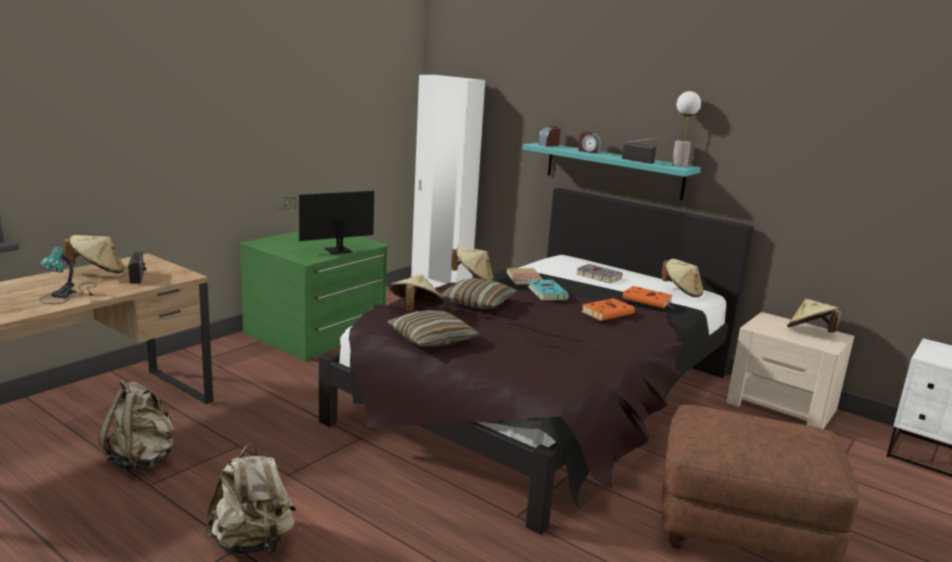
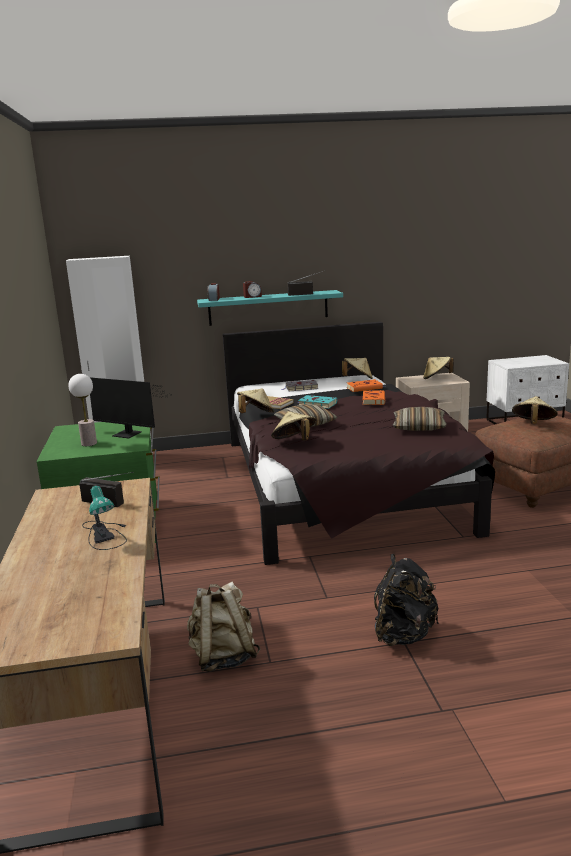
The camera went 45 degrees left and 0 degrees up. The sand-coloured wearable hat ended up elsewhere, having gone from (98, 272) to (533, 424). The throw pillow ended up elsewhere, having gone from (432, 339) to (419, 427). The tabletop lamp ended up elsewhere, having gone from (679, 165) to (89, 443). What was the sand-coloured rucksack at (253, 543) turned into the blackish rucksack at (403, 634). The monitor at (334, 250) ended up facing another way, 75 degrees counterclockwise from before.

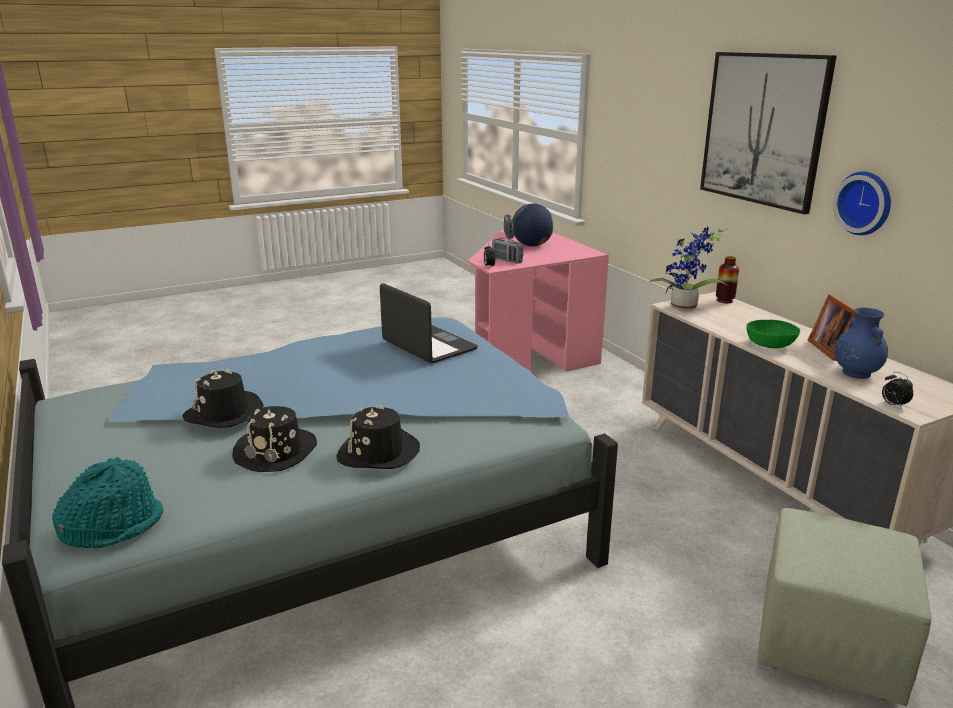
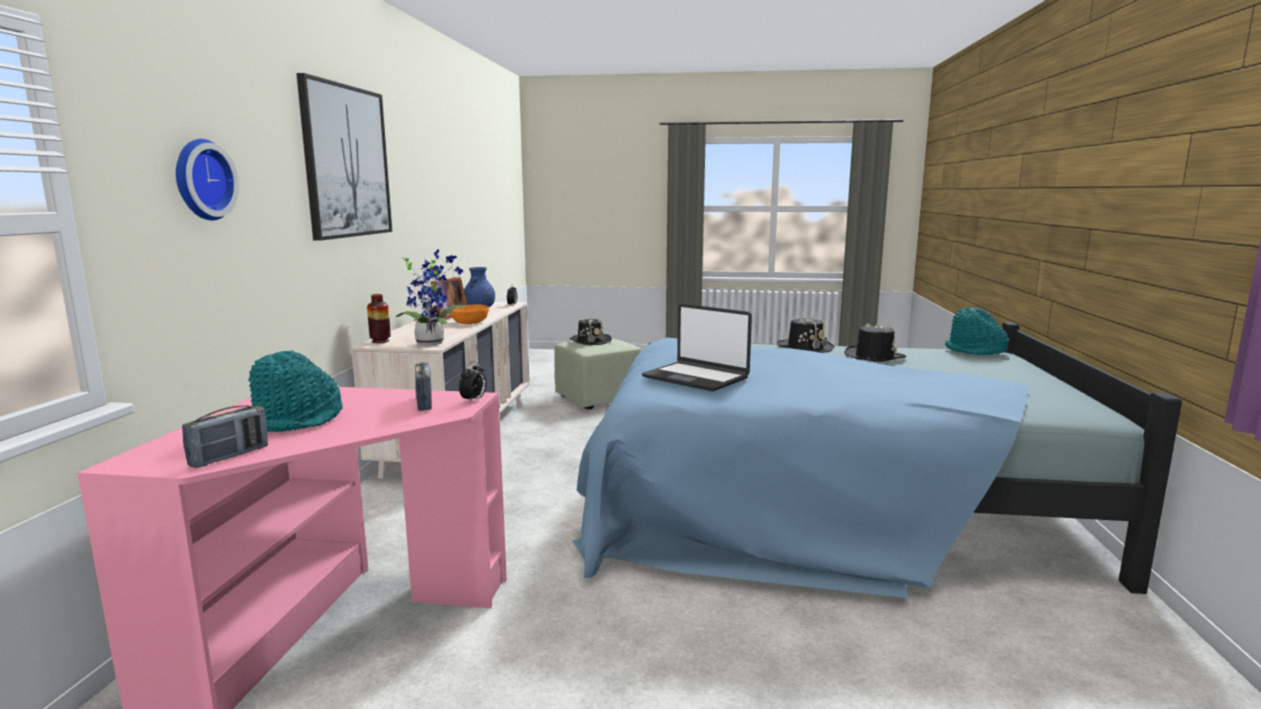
The camera went 145 degrees left and 10 degrees down. The blackish wearable hat ended up elsewhere, having gone from (224, 413) to (590, 341). The wall clock ended up elsewhere, having gone from (865, 203) to (200, 180). Where the globe stood at (532, 245), the turquoise wearable hat came to stand at (298, 420). What was the green deep dish at (770, 345) turned into the orangey deep dish at (469, 322). The portable computer at (428, 346) ended up facing another way, 45 degrees counterclockwise from before.

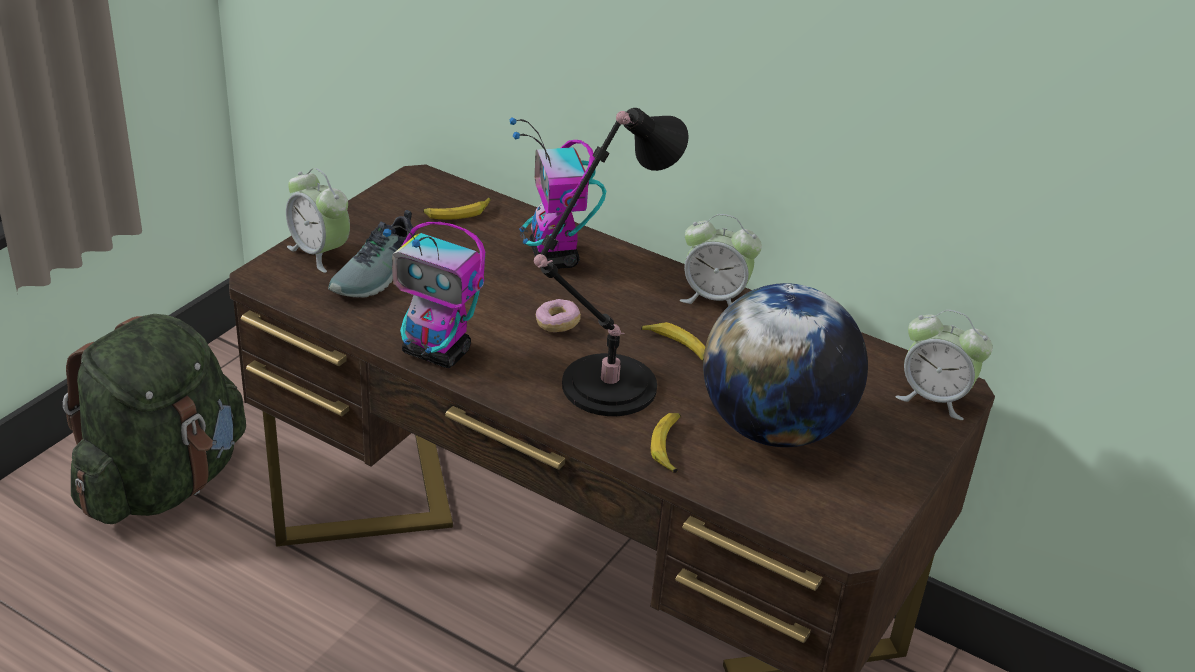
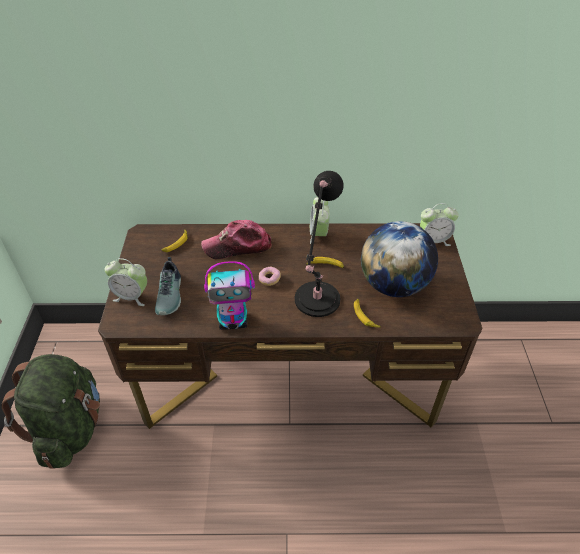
The camera went 30 degrees left and 10 degrees up. Where the robot figure stood at (554, 257), the cap came to stand at (238, 246). The bedside clock at (714, 298) ended up facing another way, 105 degrees clockwise from before.

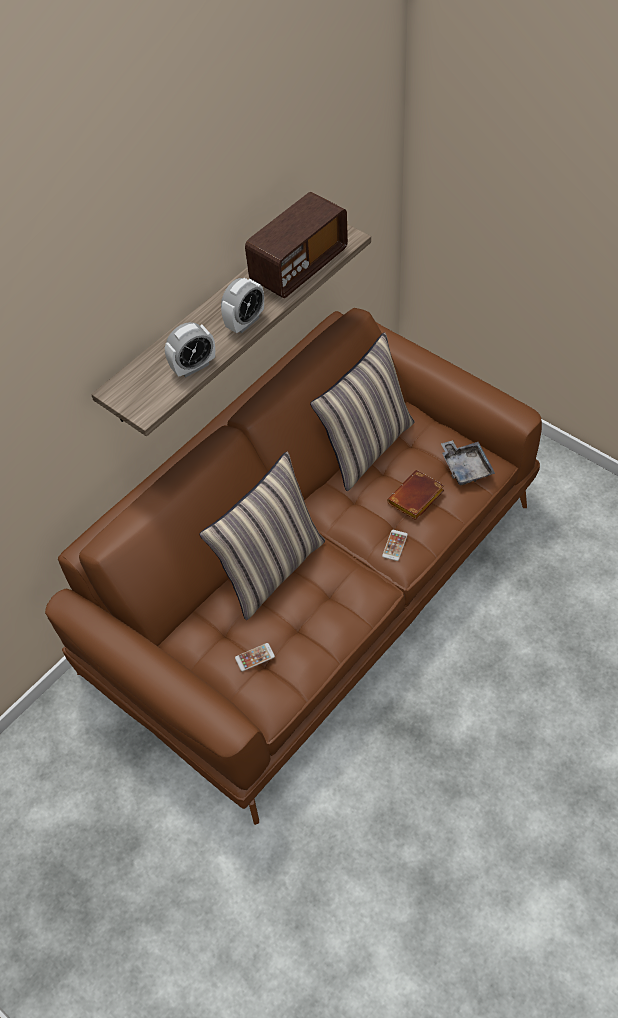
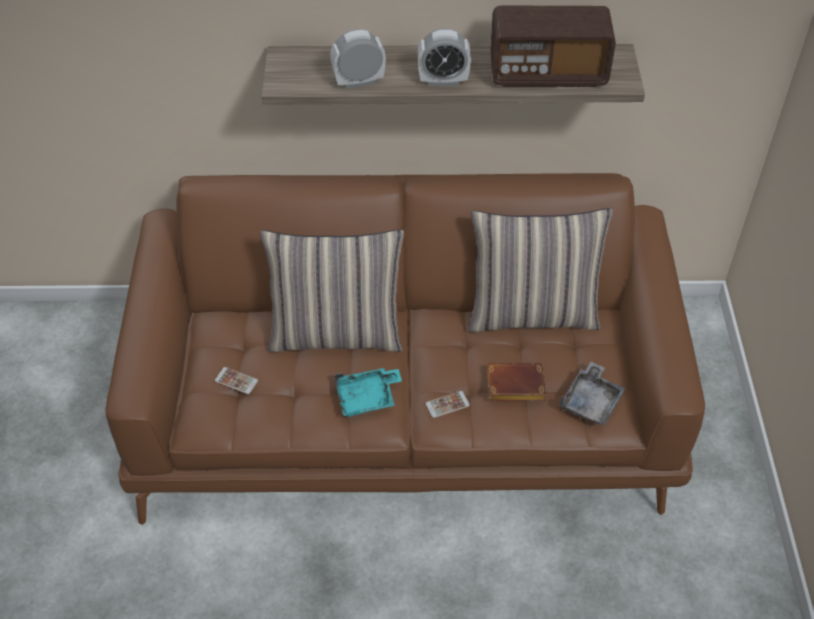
The camera went 45 degrees right and 5 degrees down. The second view gained the turquoise carrying tray at (367, 398). The bedside clock at (193, 367) ended up facing another way, 150 degrees clockwise from before.

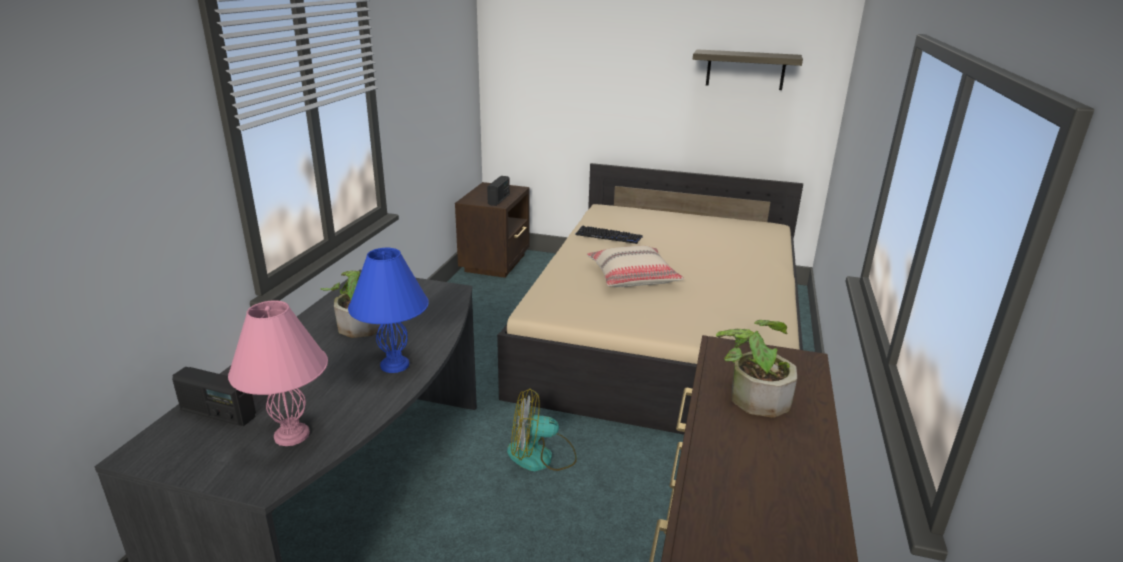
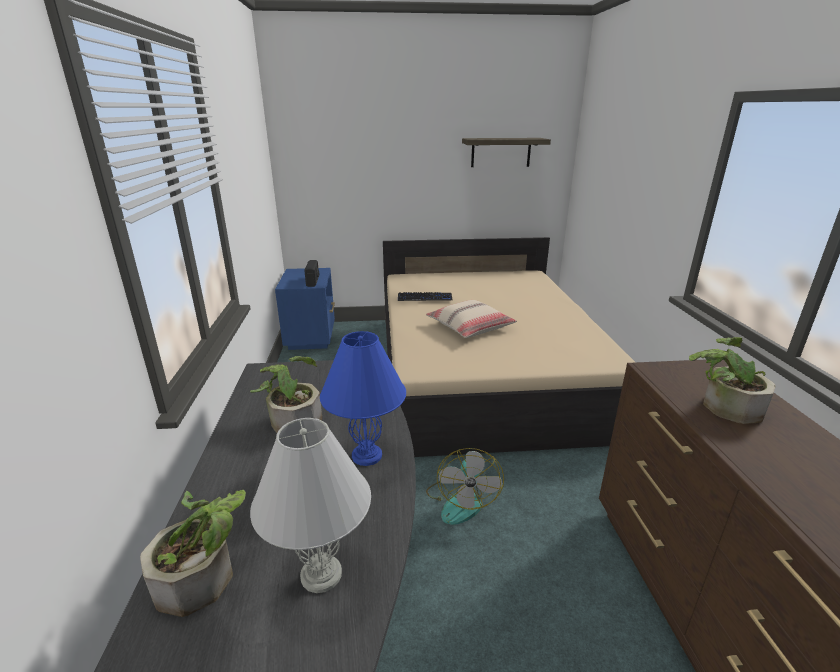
The camera went 20 degrees left and 0 degrees up. Where the radio stood at (218, 413), the plant in a pot came to stand at (205, 574). What was the pink-coloured tabletop lamp at (291, 435) turned into the white-coloured tabletop lamp at (320, 575). What was the brown night table at (496, 263) turned into the bluish night table at (312, 337). The cooling fan at (541, 456) ended up facing another way, 60 degrees counterclockwise from before.

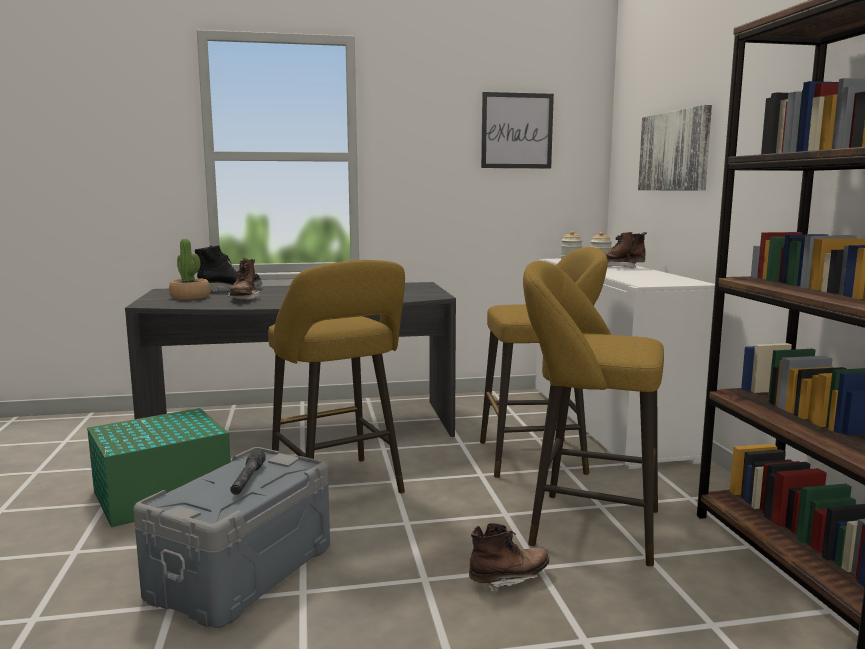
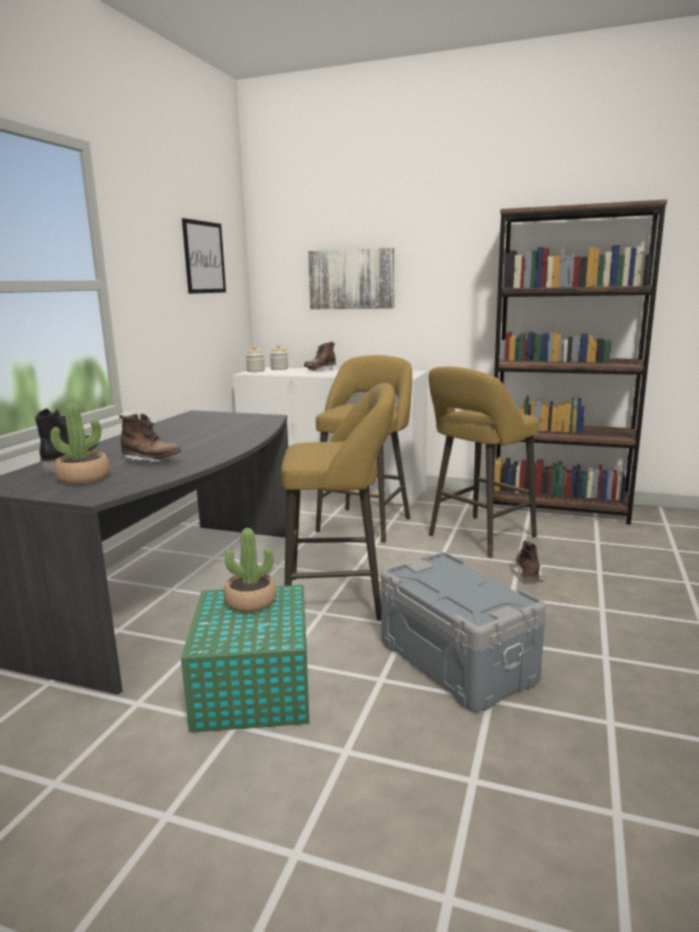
The camera went 60 degrees left and 5 degrees up. The second view lost the greyish flashlight at (247, 480). The second view gained the plant in a pot at (250, 602).

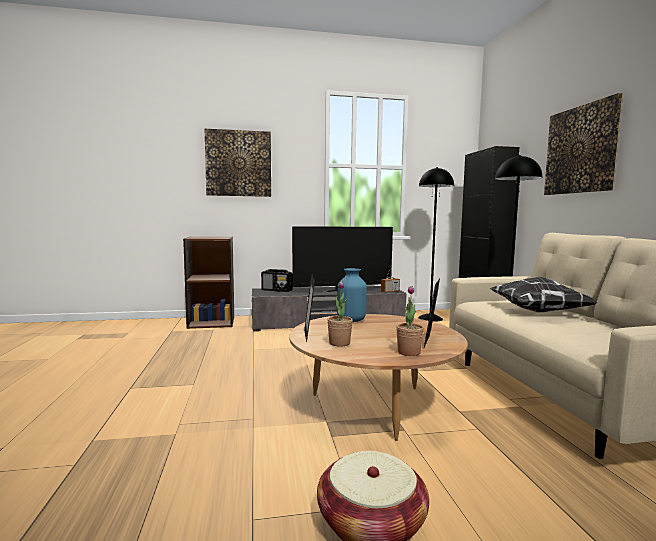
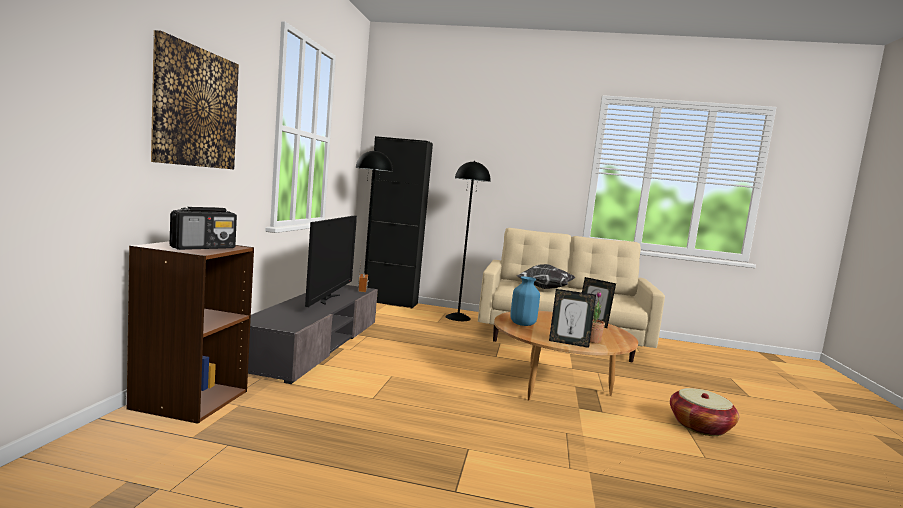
The camera went 70 degrees left and 0 degrees up. The second view lost the plant in a pot at (409, 352). The second view lost the wall art at (581, 150). The radio ended up elsewhere, having gone from (277, 290) to (204, 248).

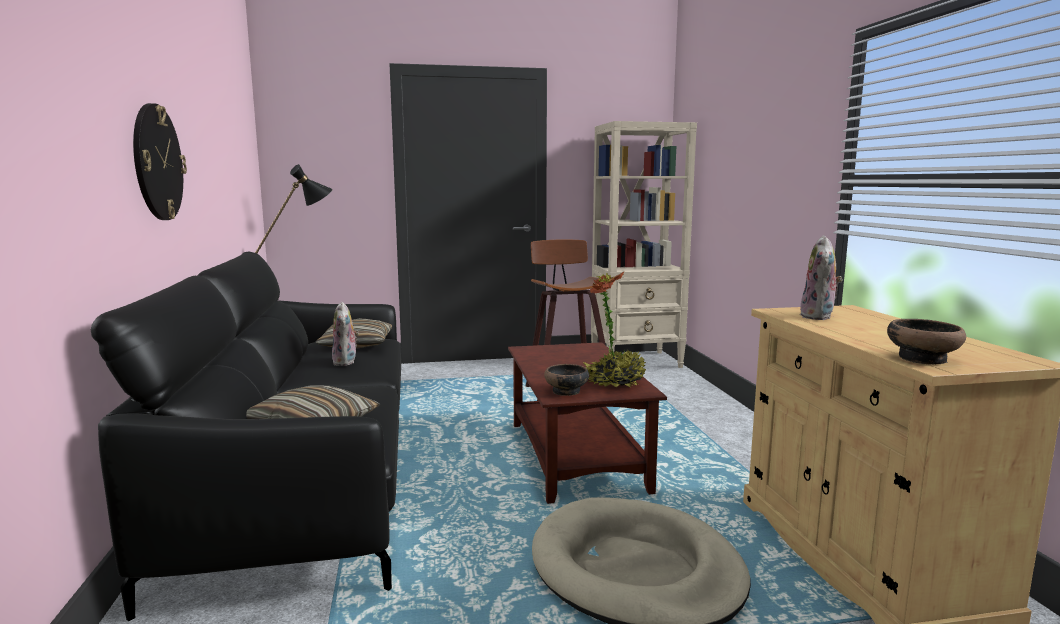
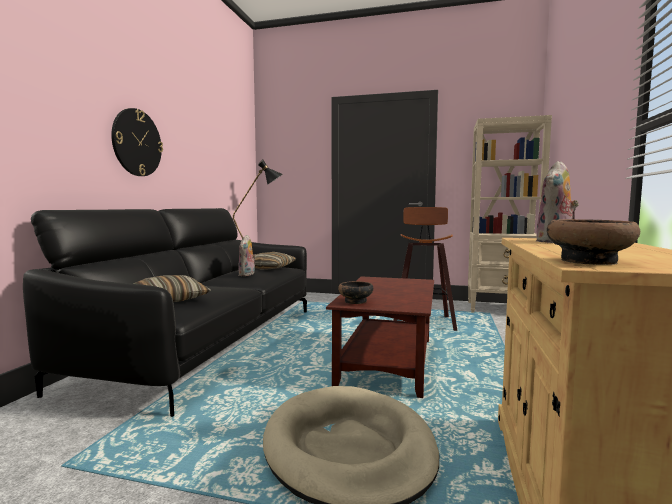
The camera went 25 degrees right and 5 degrees down. The second view lost the plant in a pot at (615, 382).

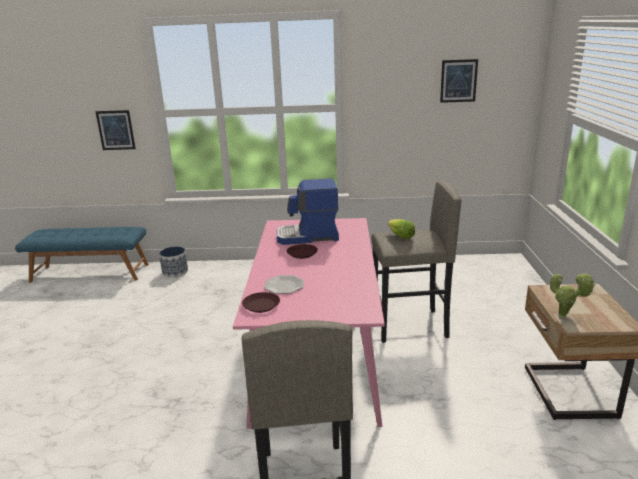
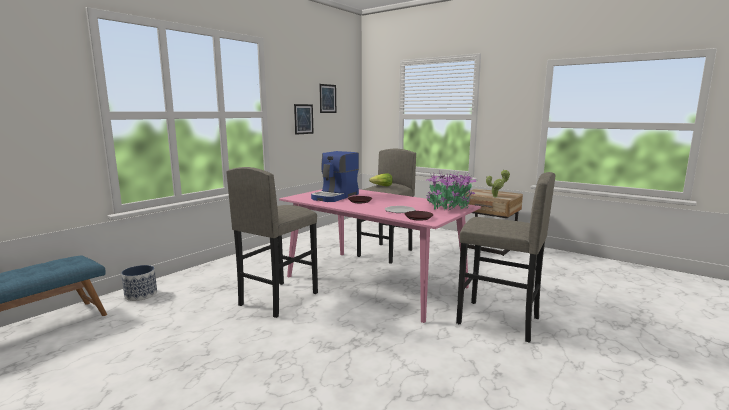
The camera went 55 degrees left and 10 degrees down. The second view gained the greyish stool seat at (278, 299). The second view gained the plant in a pot at (448, 207). The wall art ended up elsewhere, having gone from (116, 130) to (303, 119).

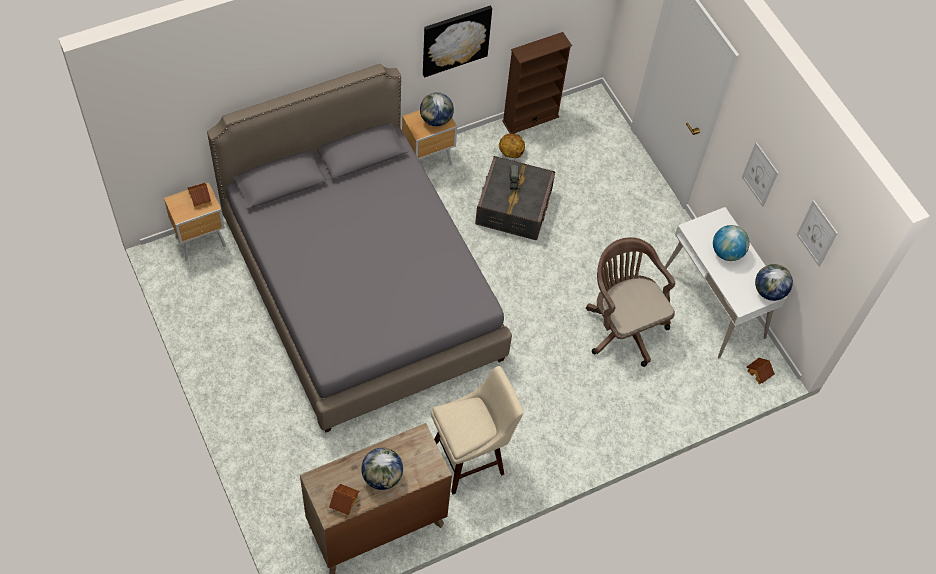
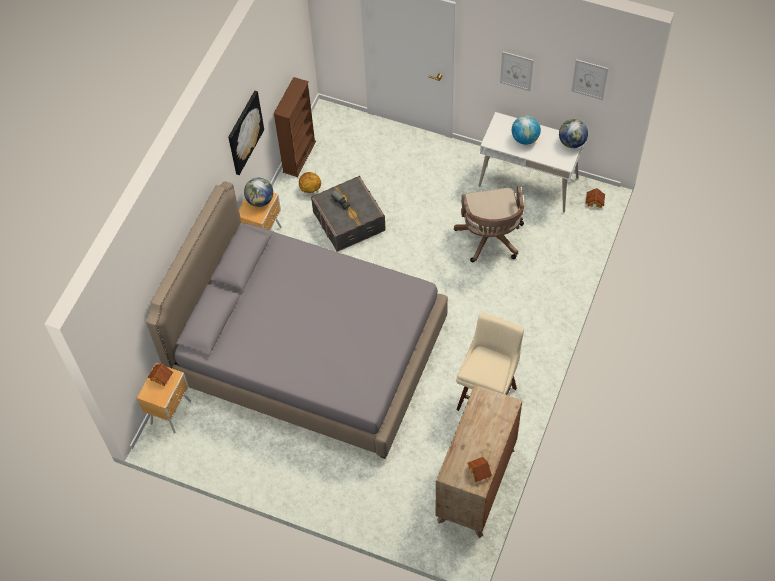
The camera went 35 degrees left and 0 degrees up. The second view lost the globe at (382, 476). The brown desk chair at (622, 325) ended up facing another way, 120 degrees counterclockwise from before.

